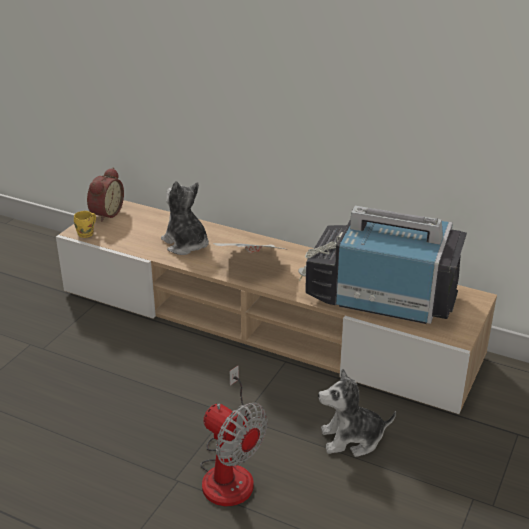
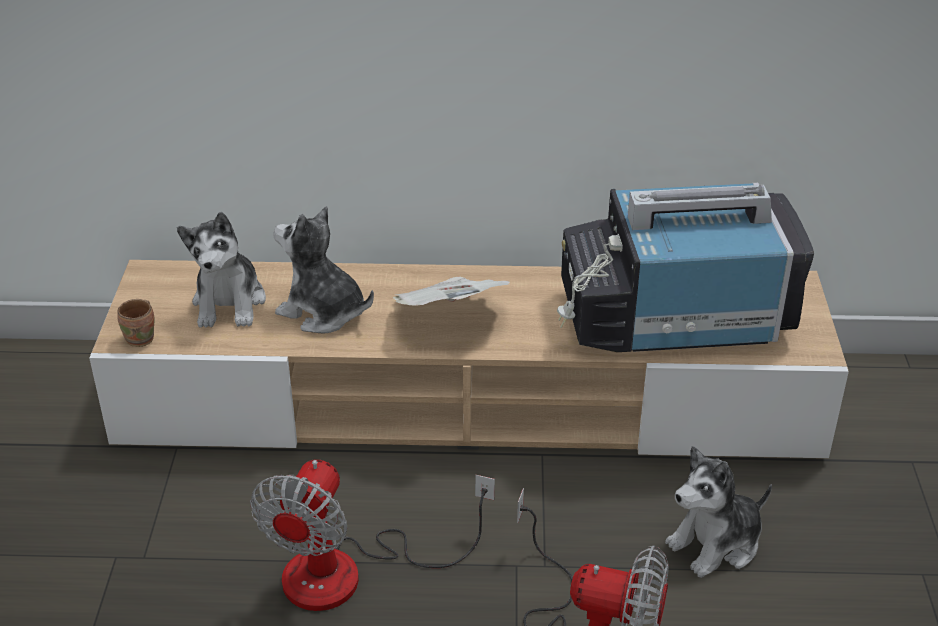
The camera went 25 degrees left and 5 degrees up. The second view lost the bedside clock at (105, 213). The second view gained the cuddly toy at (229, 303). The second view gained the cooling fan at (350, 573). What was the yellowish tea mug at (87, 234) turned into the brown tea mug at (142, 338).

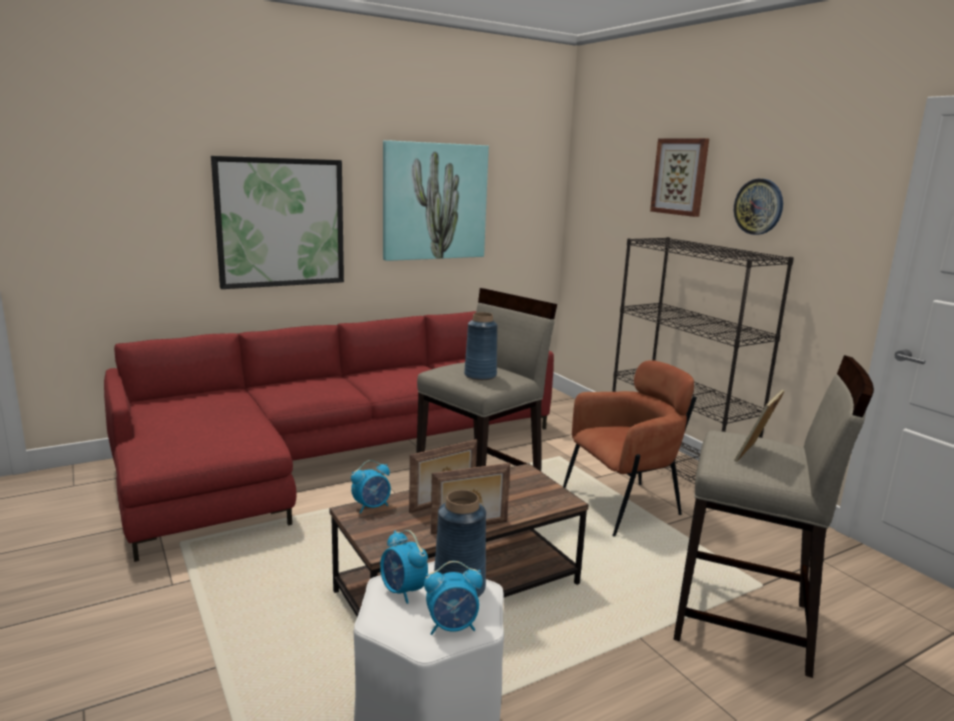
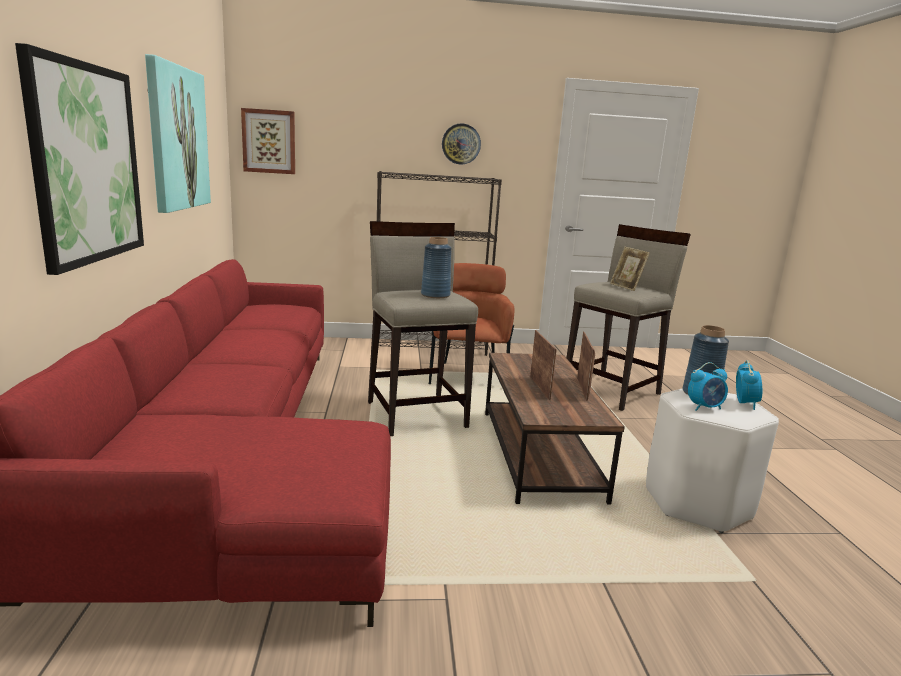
The camera went 65 degrees left and 0 degrees up. The second view lost the bedside clock at (372, 507). The wall art ended up elsewhere, having gone from (680, 176) to (269, 141).

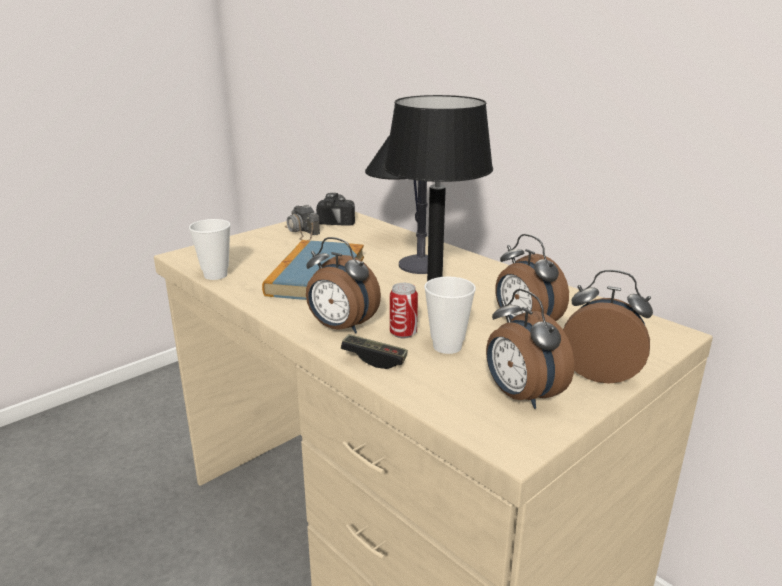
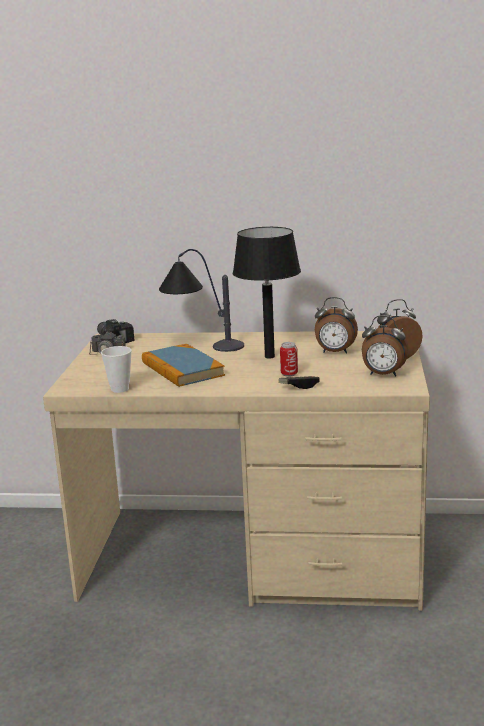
The camera went 40 degrees left and 5 degrees down. The second view lost the bedside clock at (341, 328). The second view lost the small cup at (447, 346).

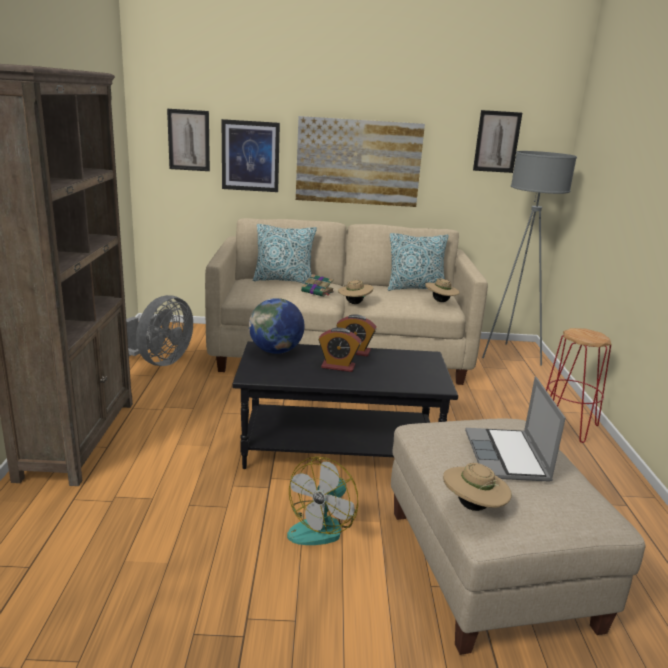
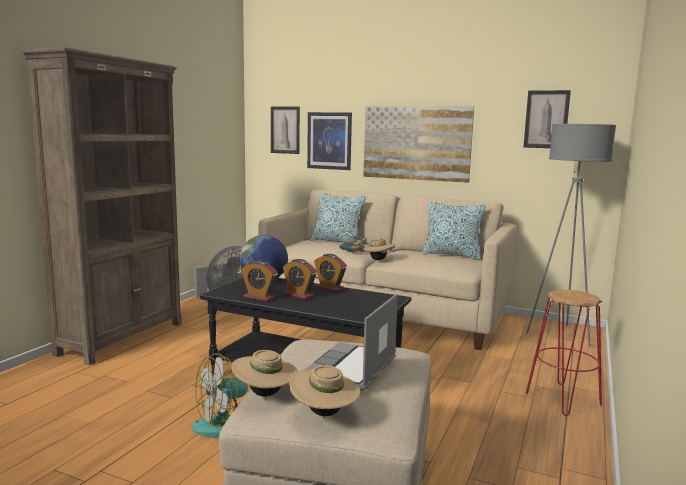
The camera went 25 degrees right and 10 degrees down. The second view gained the bedside clock at (259, 297). The sand-coloured wearable hat ended up elsewhere, having gone from (440, 301) to (324, 414).

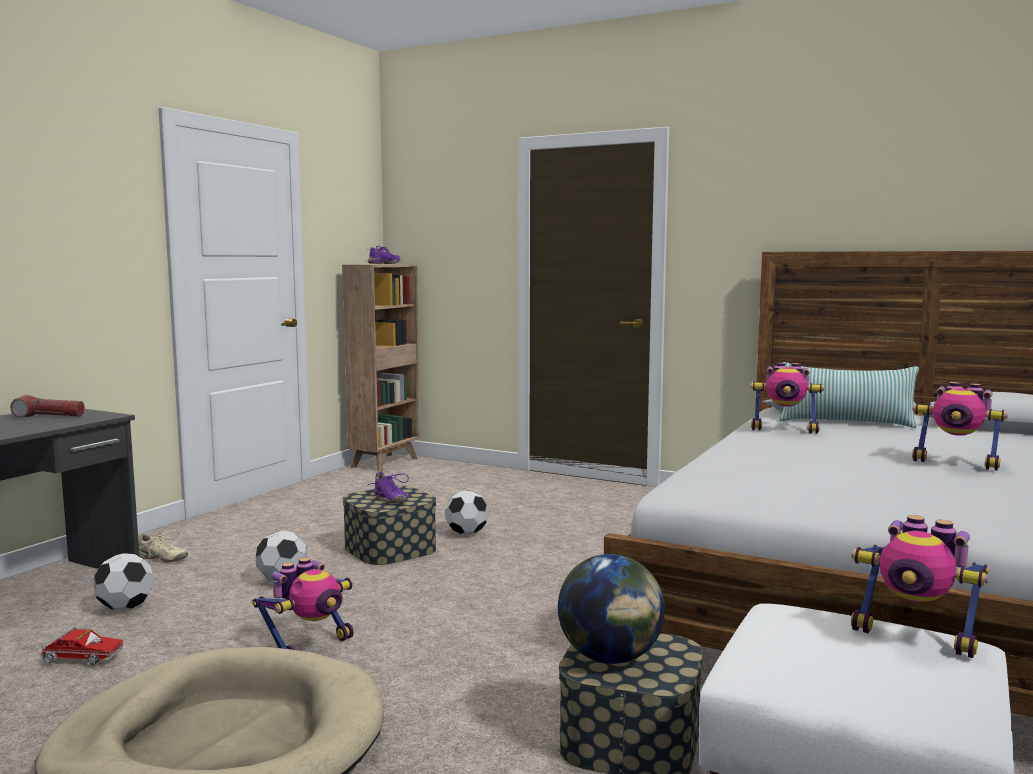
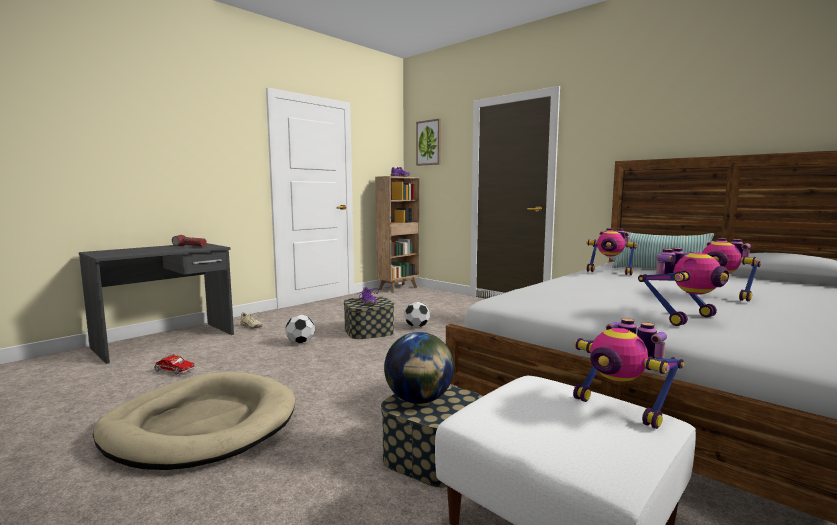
The camera went 15 degrees right and 0 degrees up. The second view lost the football at (125, 608). The second view gained the wall art at (429, 142). The robot figure ended up elsewhere, having gone from (310, 646) to (683, 318).

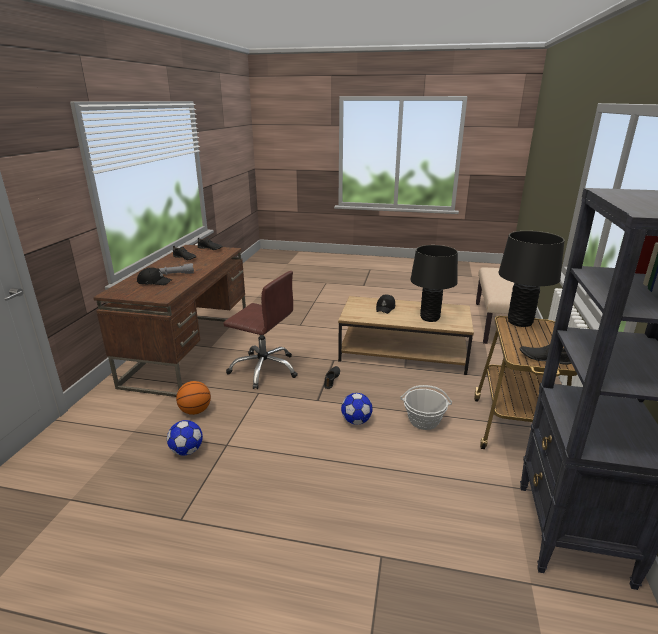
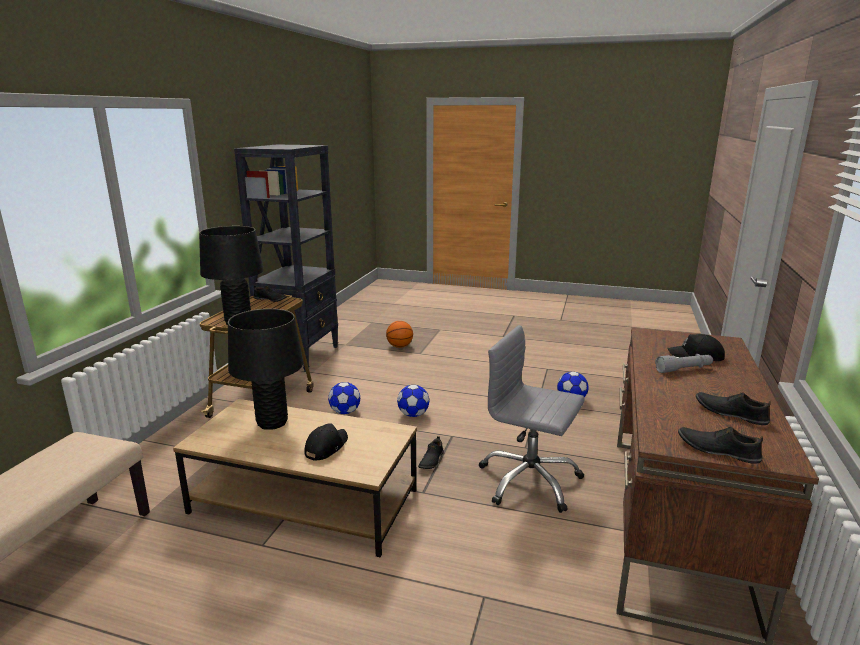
The camera went 175 degrees left and 5 degrees down. The basketball ended up elsewhere, having gone from (195, 411) to (399, 346). Where the household basket stood at (423, 421), the football came to stand at (345, 412). What was the brown desk chair at (264, 369) turned into the greyish desk chair at (529, 481).

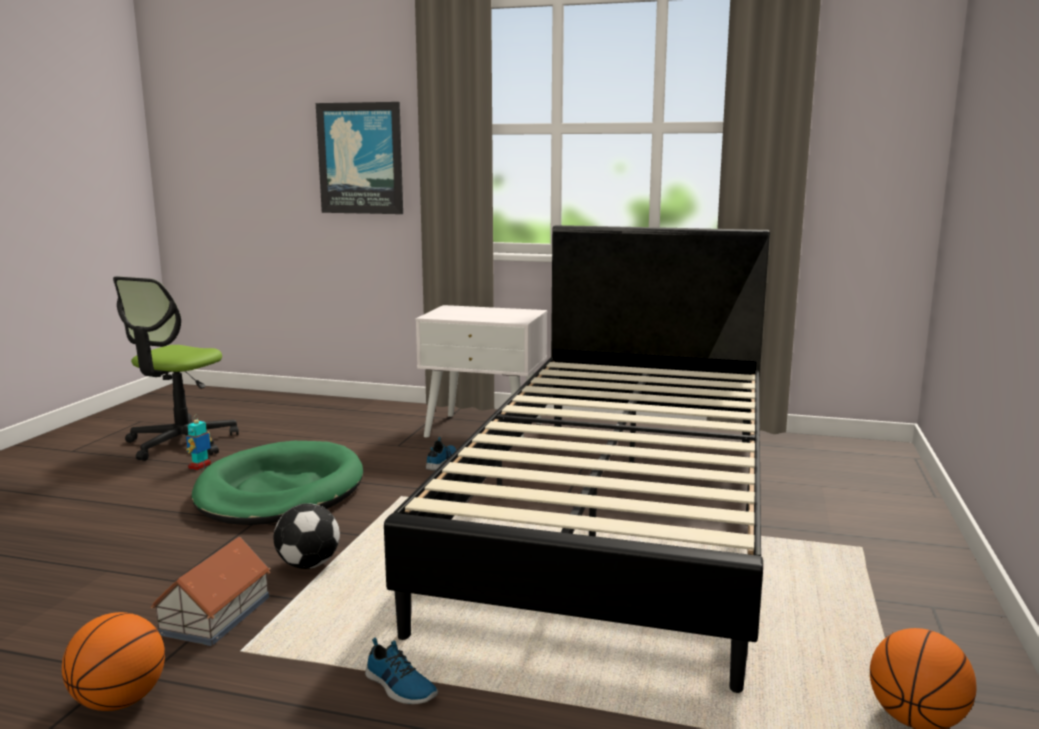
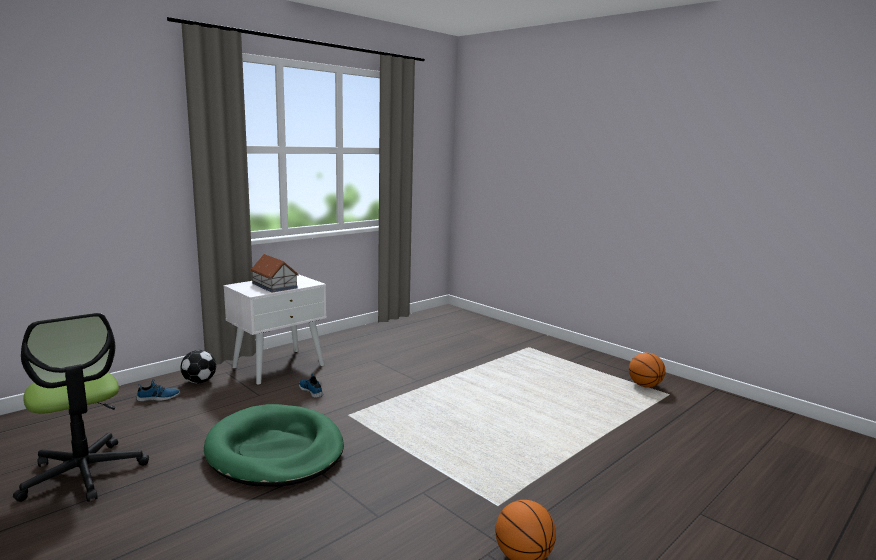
The camera went 60 degrees left and 0 degrees up. The second view lost the robot figure at (200, 466). The second view lost the wall art at (361, 158). The second view lost the blackish bedroom bed at (619, 514). The miniature house ended up elsewhere, having gone from (214, 615) to (274, 286). The football ended up elsewhere, having gone from (308, 565) to (199, 382). The low shoe ended up elsewhere, having gone from (399, 687) to (158, 398).

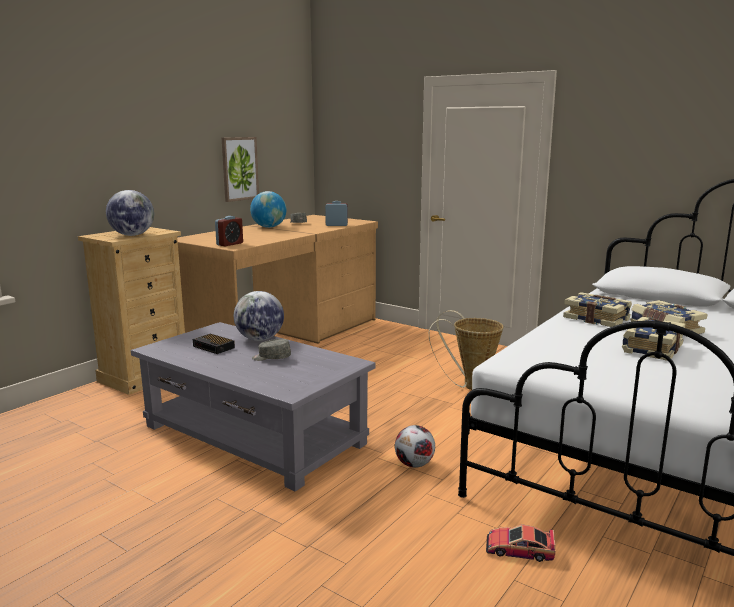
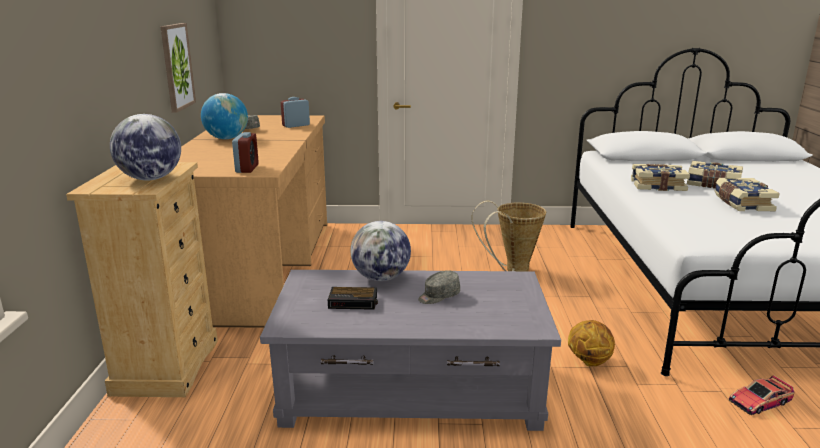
The camera went 35 degrees left and 5 degrees up. Where the football stood at (415, 464), the basketball came to stand at (589, 361).

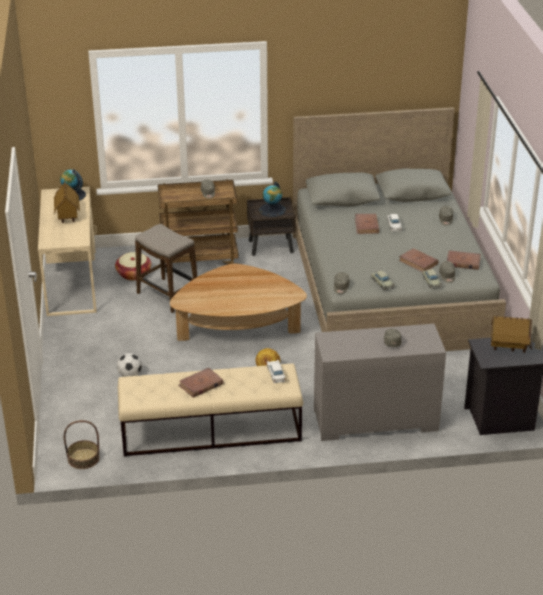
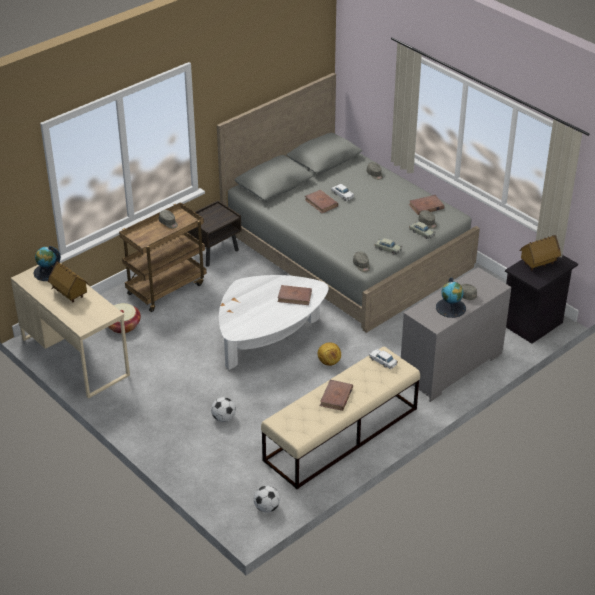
The camera went 35 degrees left and 5 degrees up. The second view lost the stool seat at (168, 295). The globe ended up elsewhere, having gone from (272, 210) to (451, 308). The brown bound book ended up elsewhere, having gone from (418, 262) to (295, 297). Where the household basket stood at (83, 459), the football came to stand at (267, 508). What was the brown low table at (238, 330) turned into the white-coloured low table at (268, 338).

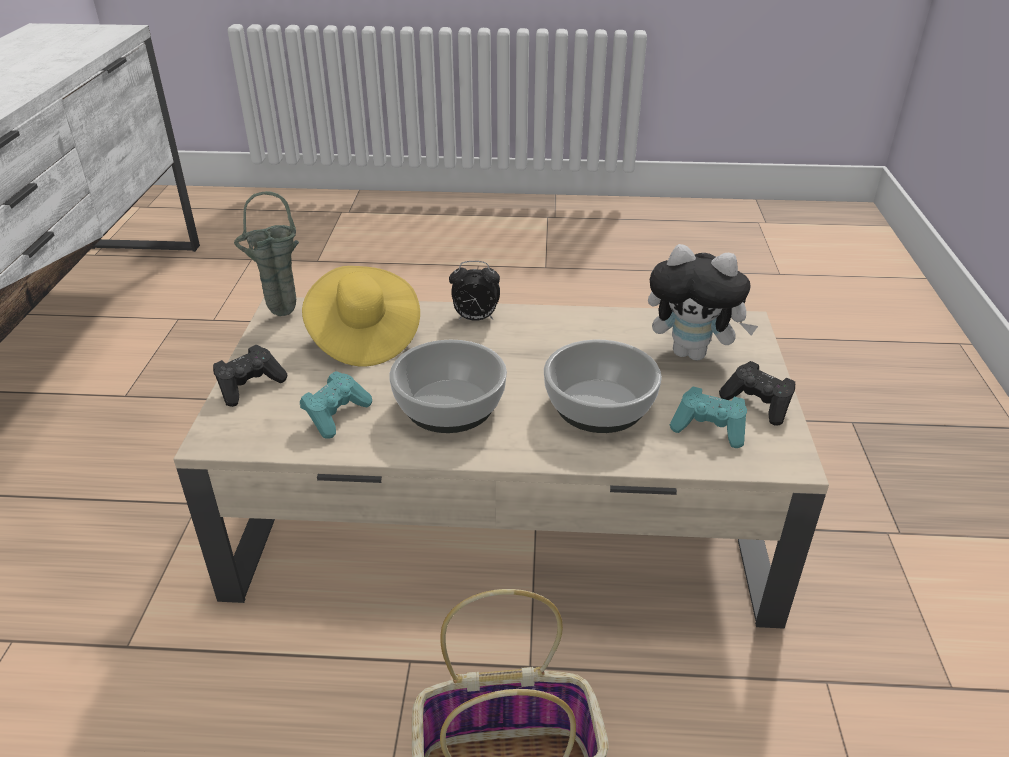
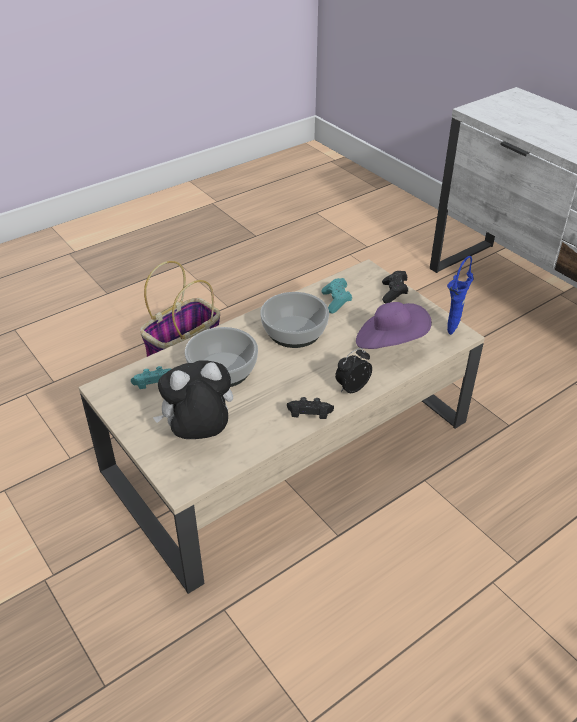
The camera went 140 degrees right and 5 degrees up. The blackish joypad ended up elsewhere, having gone from (758, 404) to (309, 416). What was the green decorative vase at (280, 315) turned into the bluish decorative vase at (452, 330). What was the yellowish wearable hat at (363, 337) turned into the purple-coloured wearable hat at (390, 342).

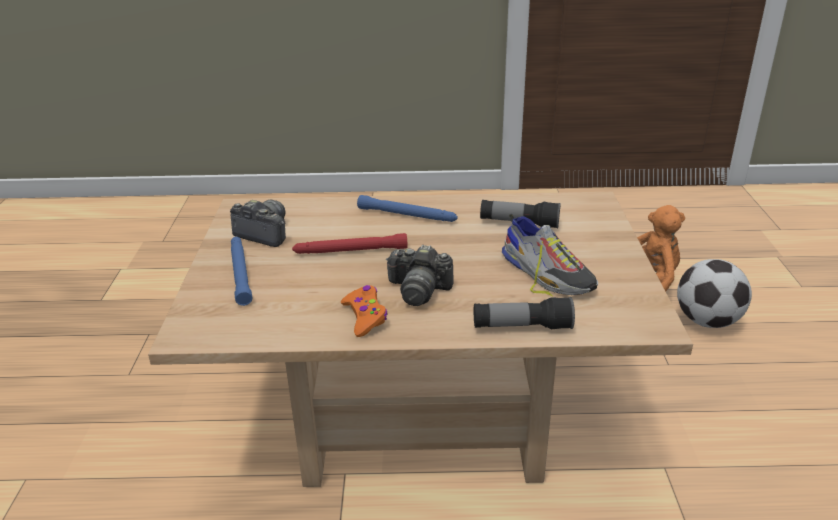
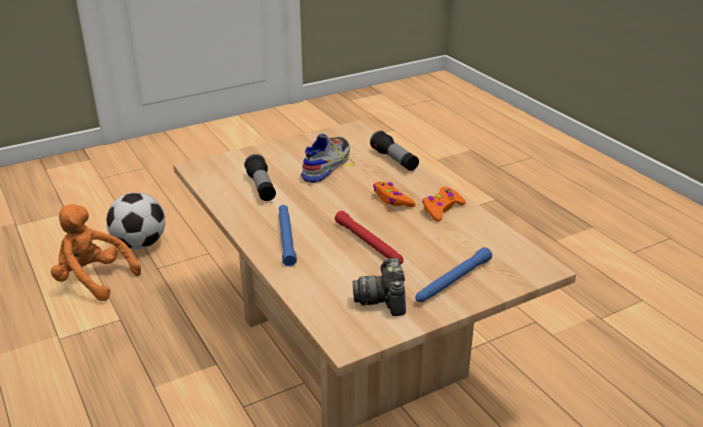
The camera went 120 degrees left and 0 degrees up. Where the photo camera stood at (419, 290), the orangey joypad came to stand at (392, 200).

